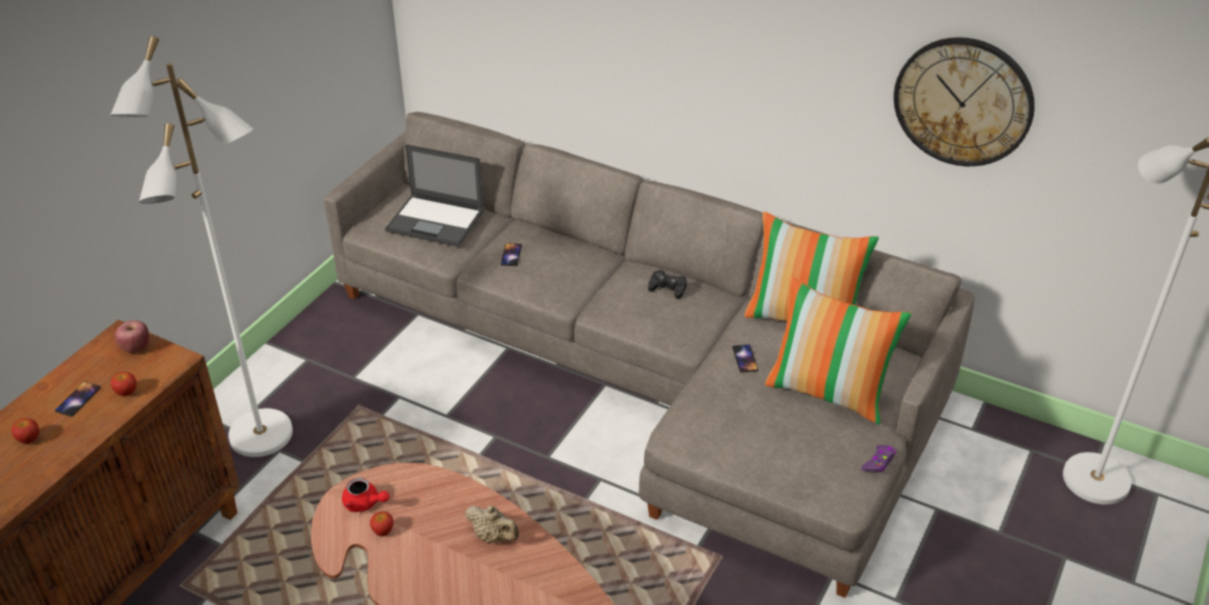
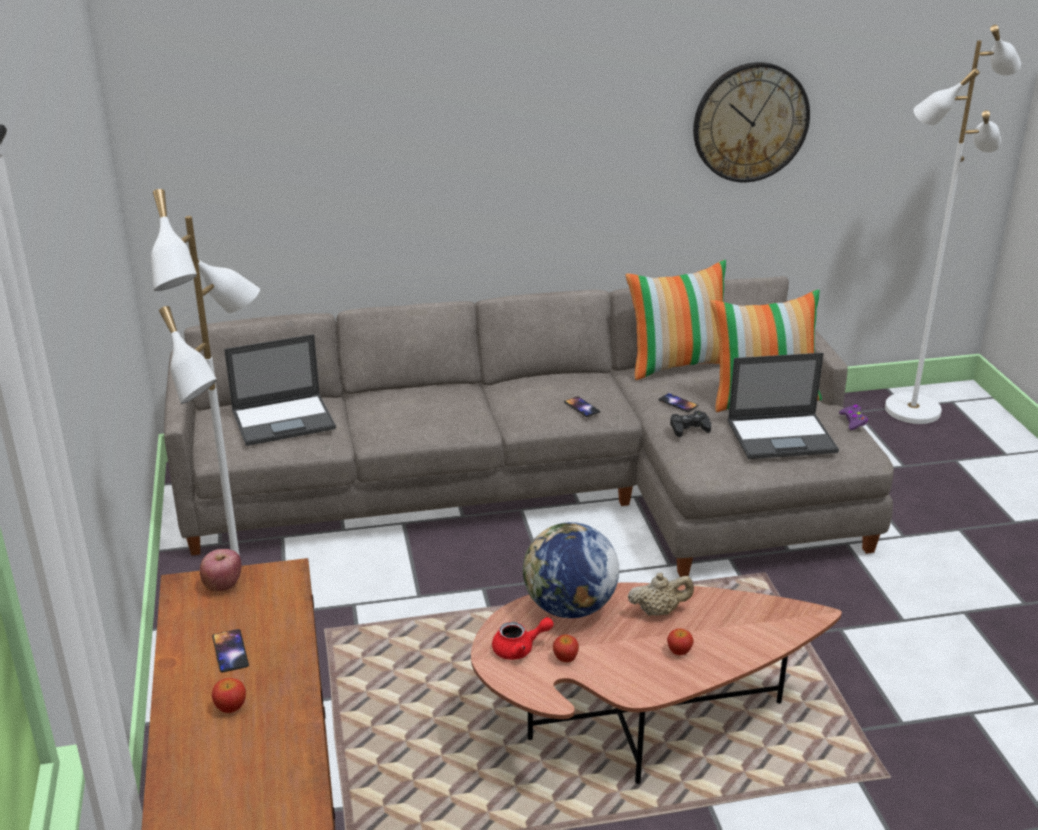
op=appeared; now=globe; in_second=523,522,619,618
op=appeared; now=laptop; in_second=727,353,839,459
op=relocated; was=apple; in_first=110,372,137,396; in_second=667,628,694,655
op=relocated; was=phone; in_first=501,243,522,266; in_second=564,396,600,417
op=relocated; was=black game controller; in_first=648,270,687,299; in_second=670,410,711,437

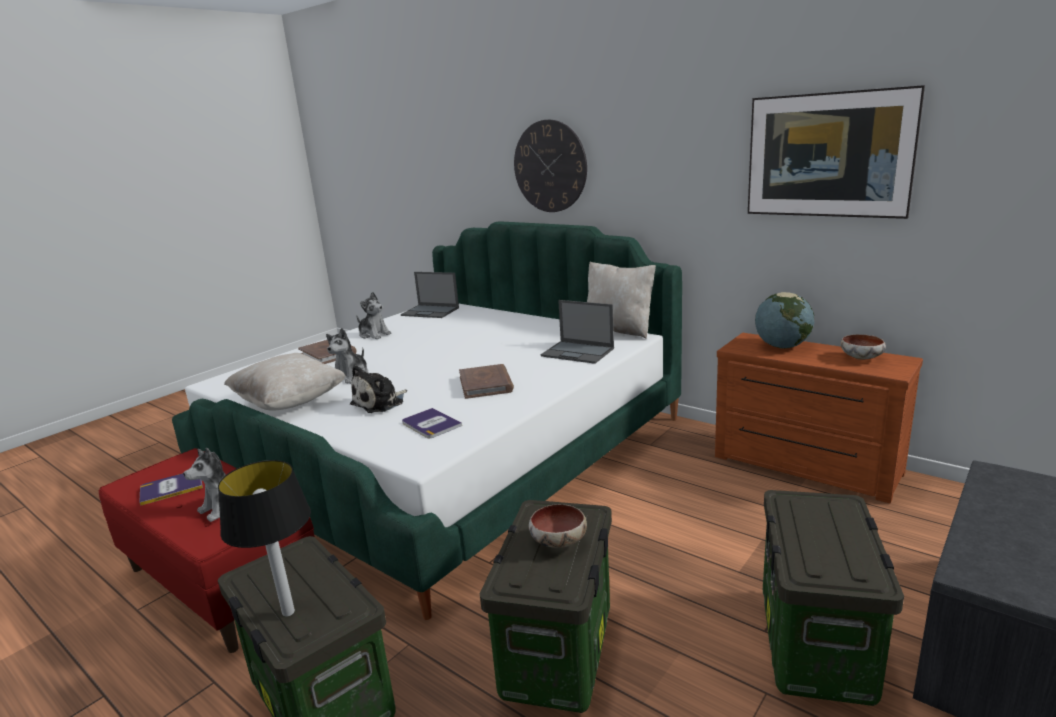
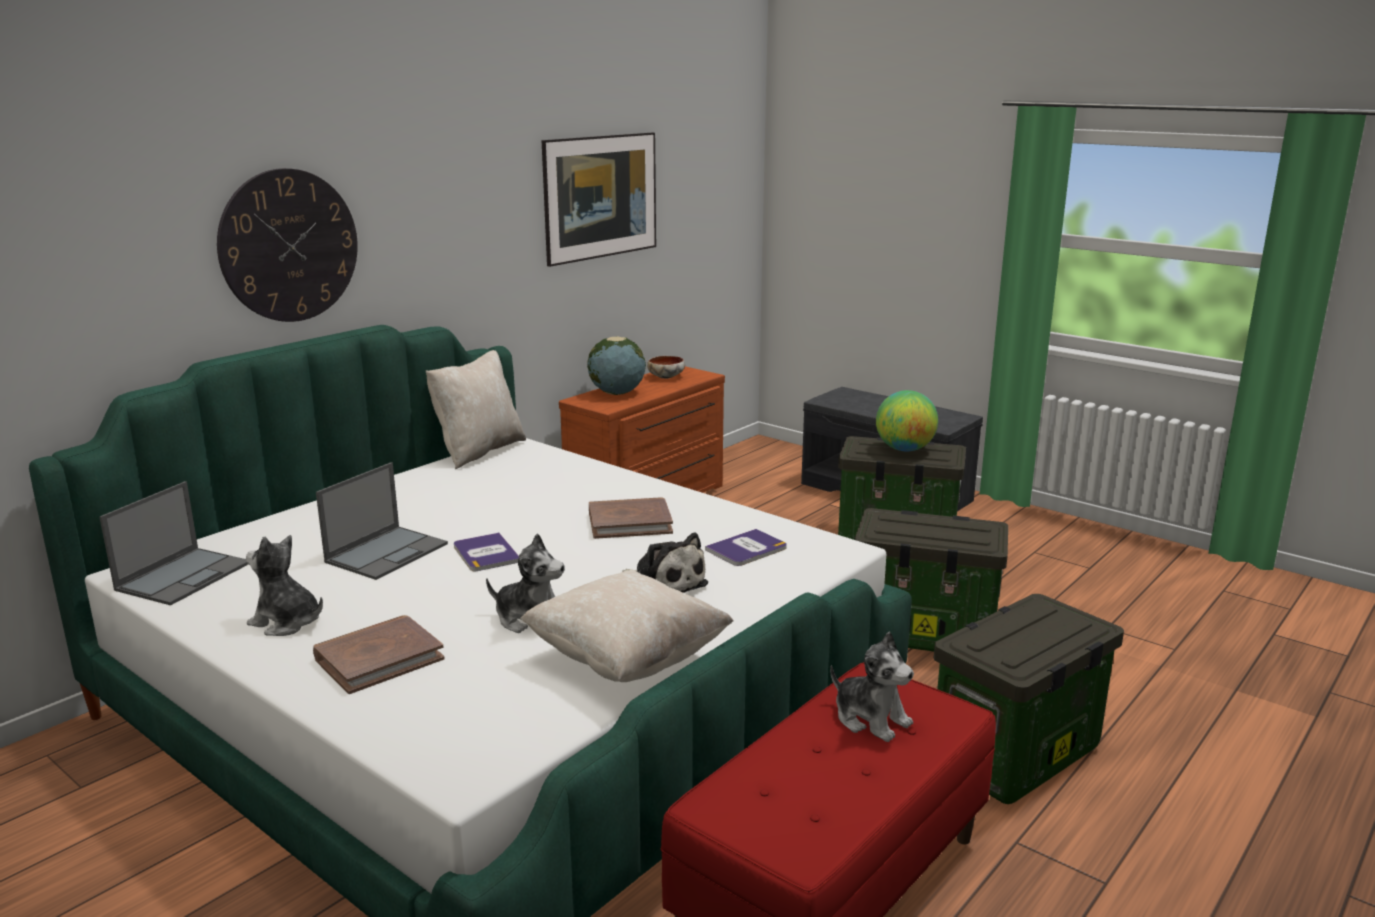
op=missing; was=table lamp; in_first=218,460,311,617
op=missing; was=bowl; in_first=529,504,587,548
op=appeared; now=globe; in_second=876,390,938,451
op=relocated; was=book; in_first=139,473,203,506; in_second=454,533,519,571
op=relocated; was=laptop; in_first=541,300,614,364; in_second=316,462,448,580
op=spun; was=plush toy; in_first=357,292,392,339; in_second=246,535,323,636; clockwise=-105

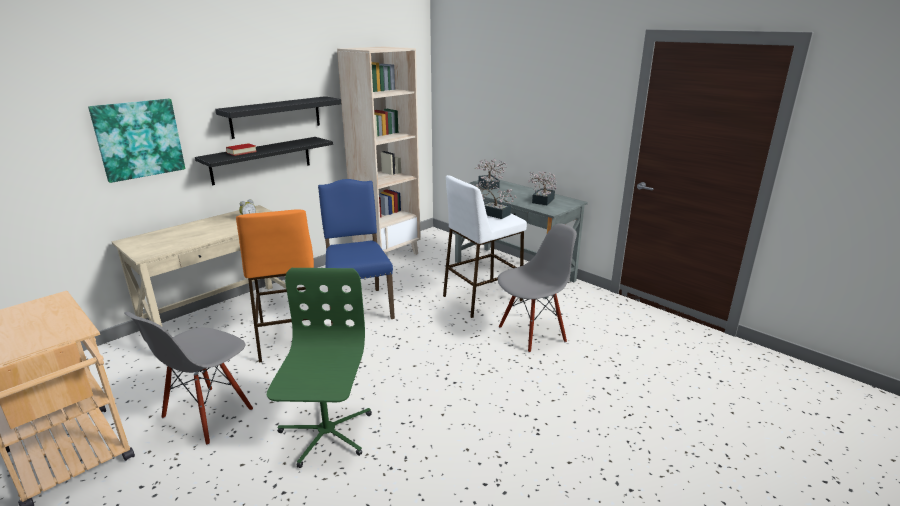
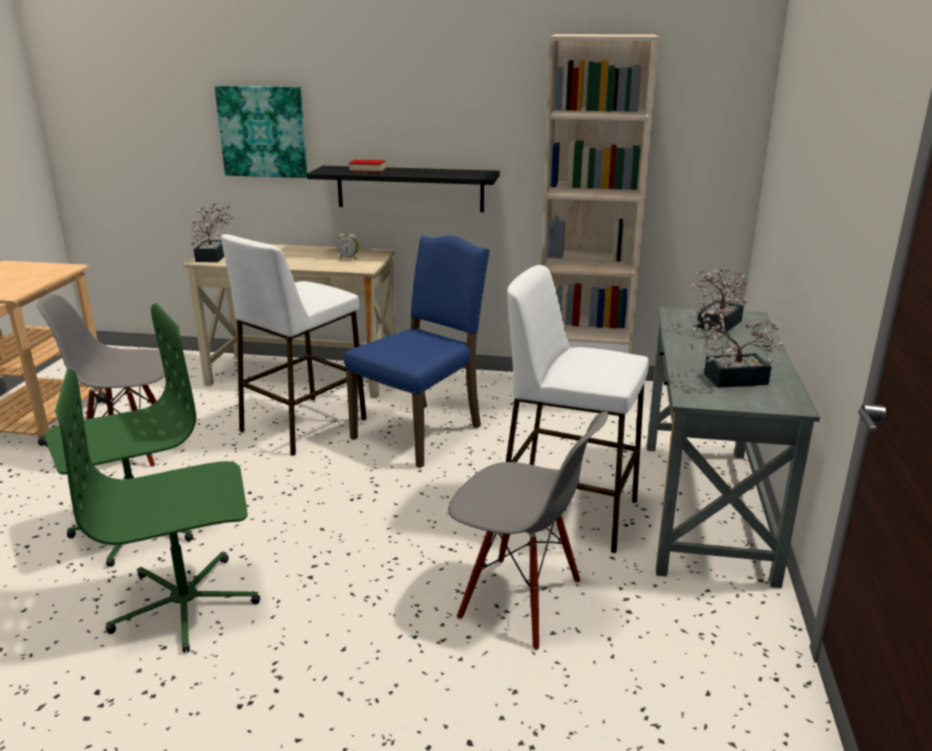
op=missing; was=black shelf; in_first=215,96,341,139
op=appeared; now=green office chair; in_second=55,369,260,653
op=relocated; was=potted plant; in_first=473,175,517,219; in_second=190,203,233,262
op=colour; was=orange stool; now=white stool; in_first=236,210,314,363; in_second=221,234,366,456

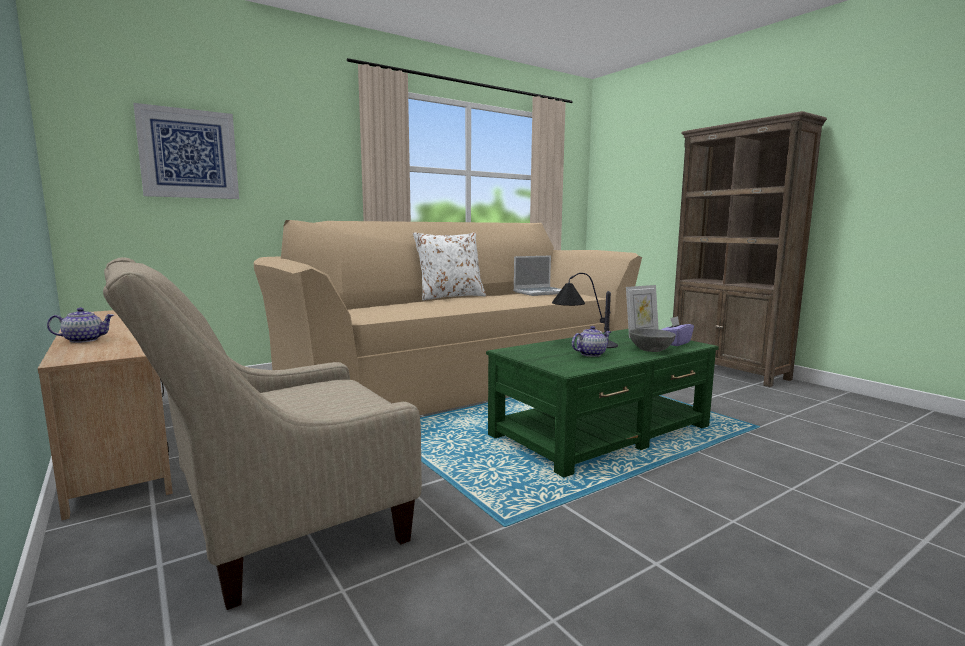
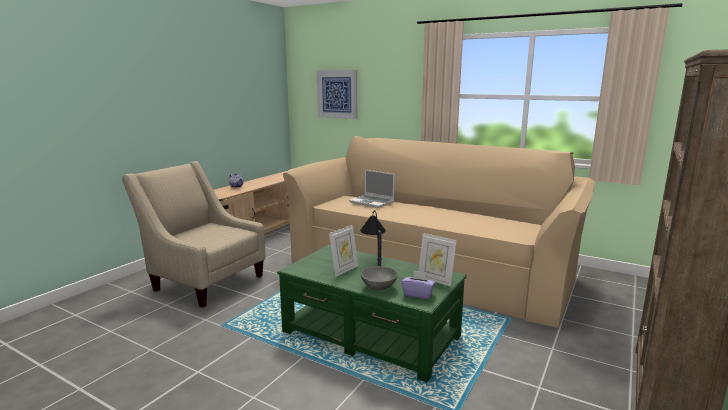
op=missing; was=white pillow; in_first=413,232,487,301
op=relocated; was=laptop; in_first=513,255,561,296; in_second=349,170,395,208
op=exchanged; was=teapot; now=picture frame; in_first=572,326,611,357; in_second=329,225,358,277

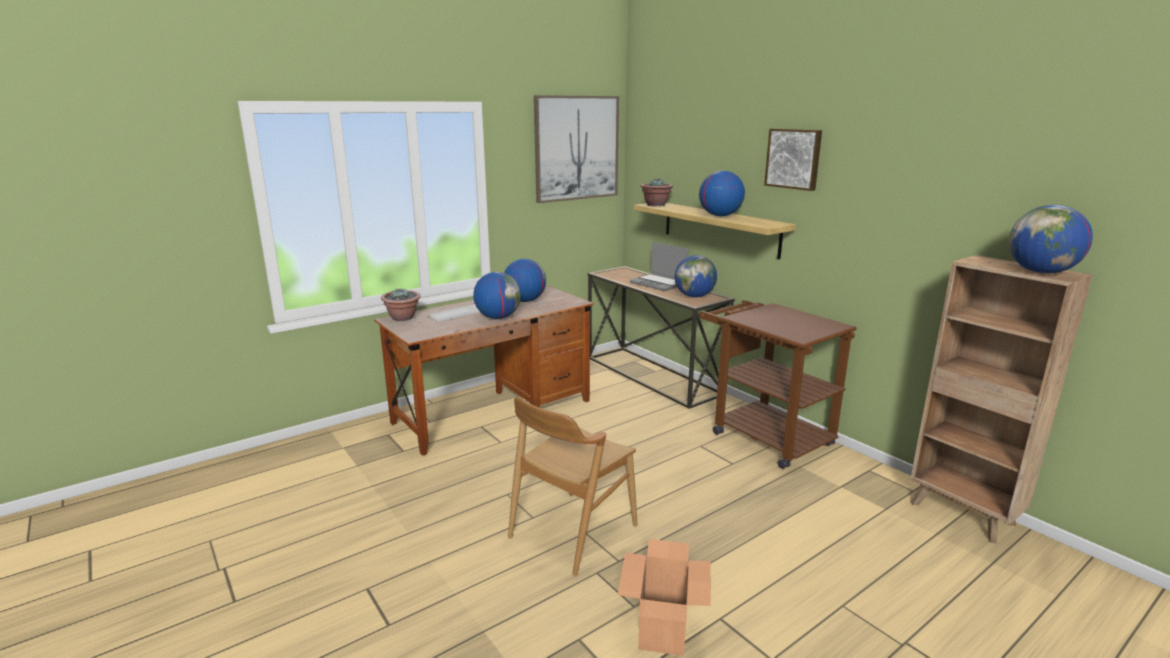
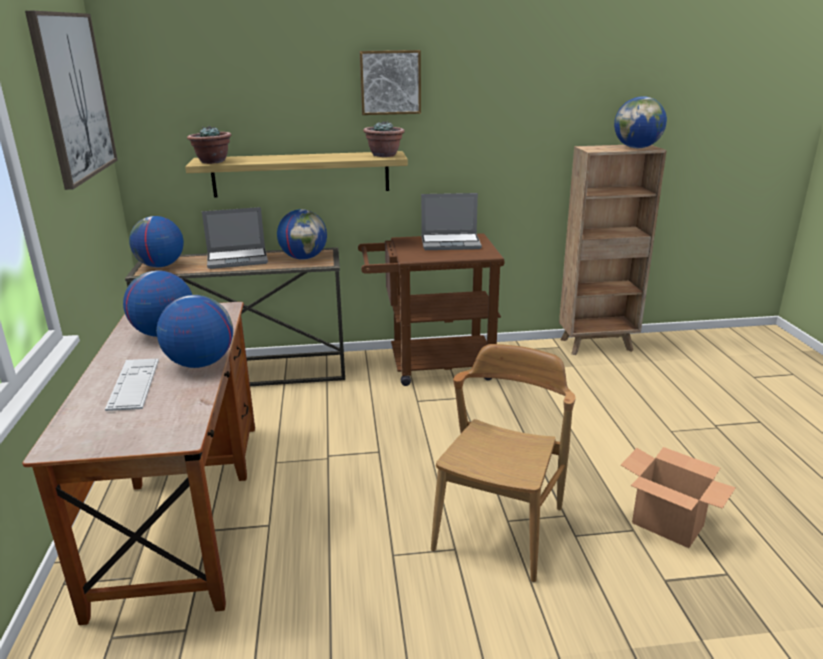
op=appeared; now=laptop; in_second=421,193,482,250
op=relocated; was=potted plant; in_first=381,289,420,321; in_second=363,121,405,157
op=relocated; was=globe; in_first=699,171,745,216; in_second=129,216,184,267
op=spun; was=brown chair; in_first=508,397,637,576; in_second=431,344,576,582; clockwise=-135

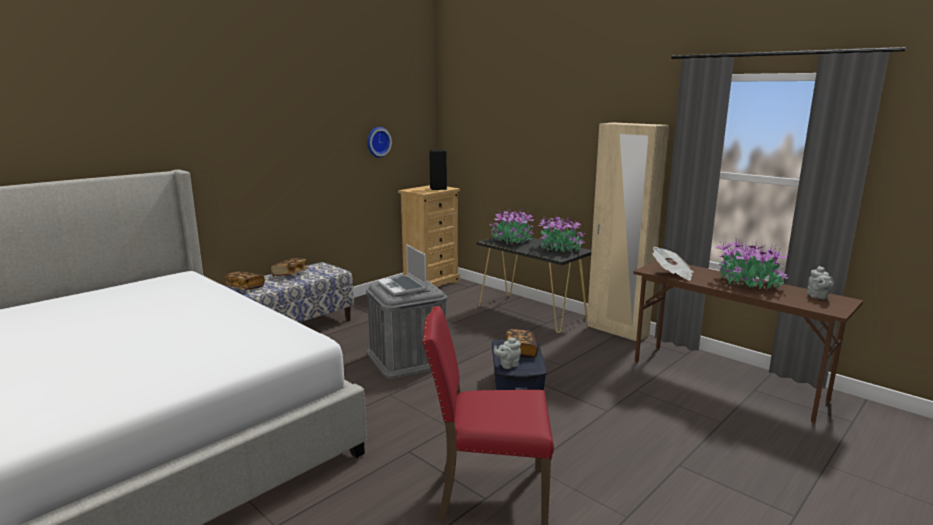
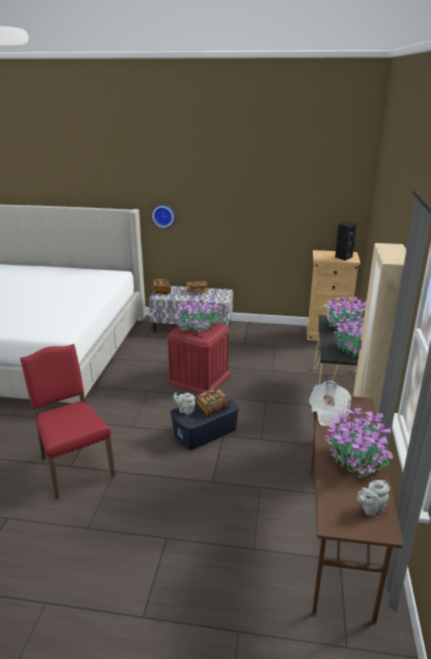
op=relocated; was=wall clock; in_first=367,127,392,158; in_second=152,204,175,228
op=exchanged; was=laptop; now=potted plant; in_first=377,244,427,296; in_second=176,296,220,333
op=colour; was=grey storage box; now=red storage box; in_first=366,280,447,379; in_second=167,323,230,394

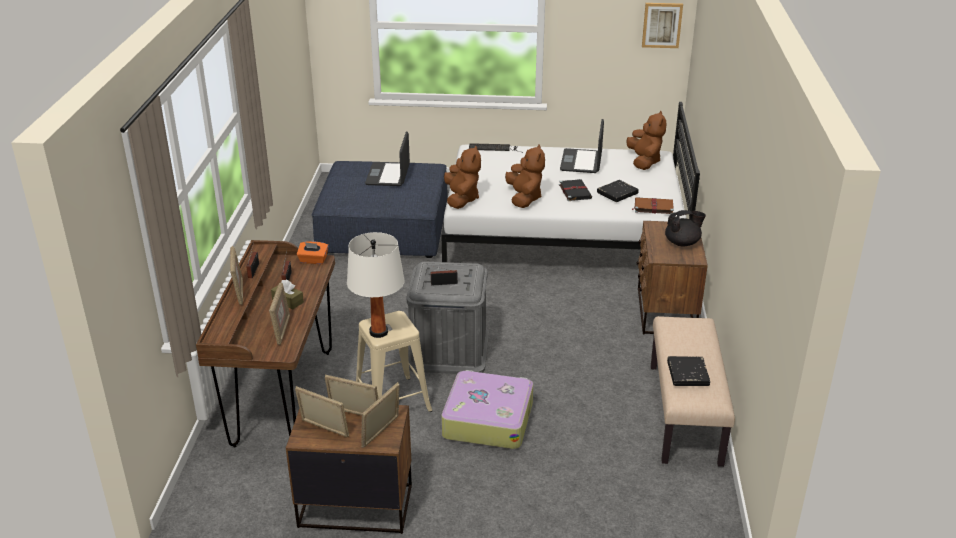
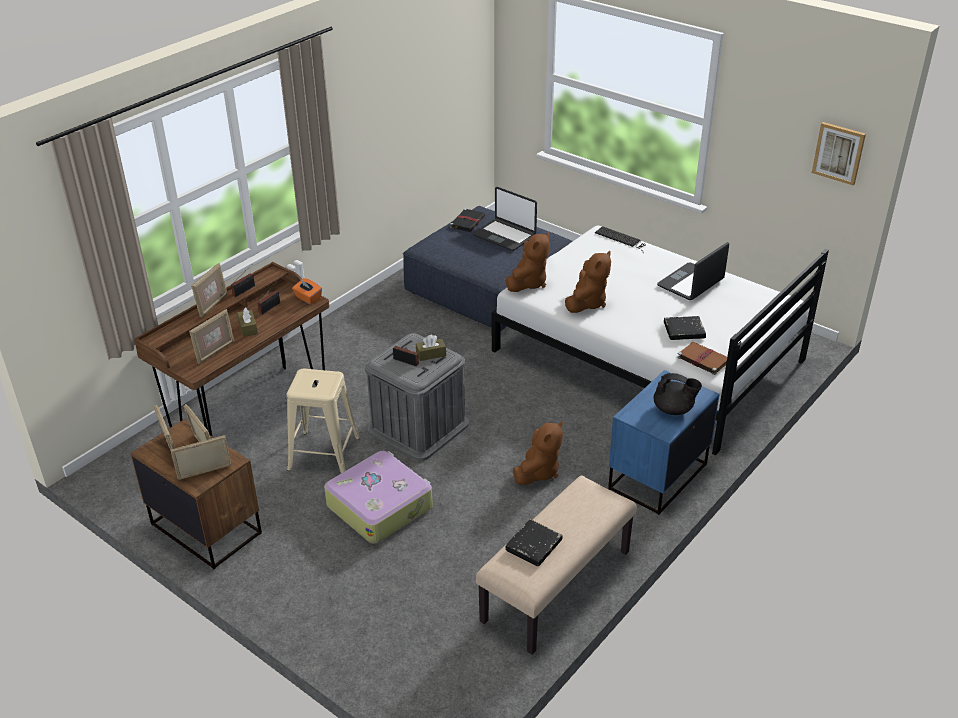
op=missing; was=white table lamp; in_first=347,232,404,338
op=appeared; now=brown tissue box; in_second=416,335,446,361
op=relocated; was=black book; in_first=559,179,592,201; in_second=450,208,486,232
op=relocated; was=brown plush toy; in_first=626,111,667,170; in_second=513,421,563,485
op=colour; was=brown nightstand; now=blue nightstand; in_first=637,221,708,334; in_second=608,370,719,515
op=spun; was=laptop; in_first=365,131,410,186; in_second=473,187,537,251; clockwise=-90

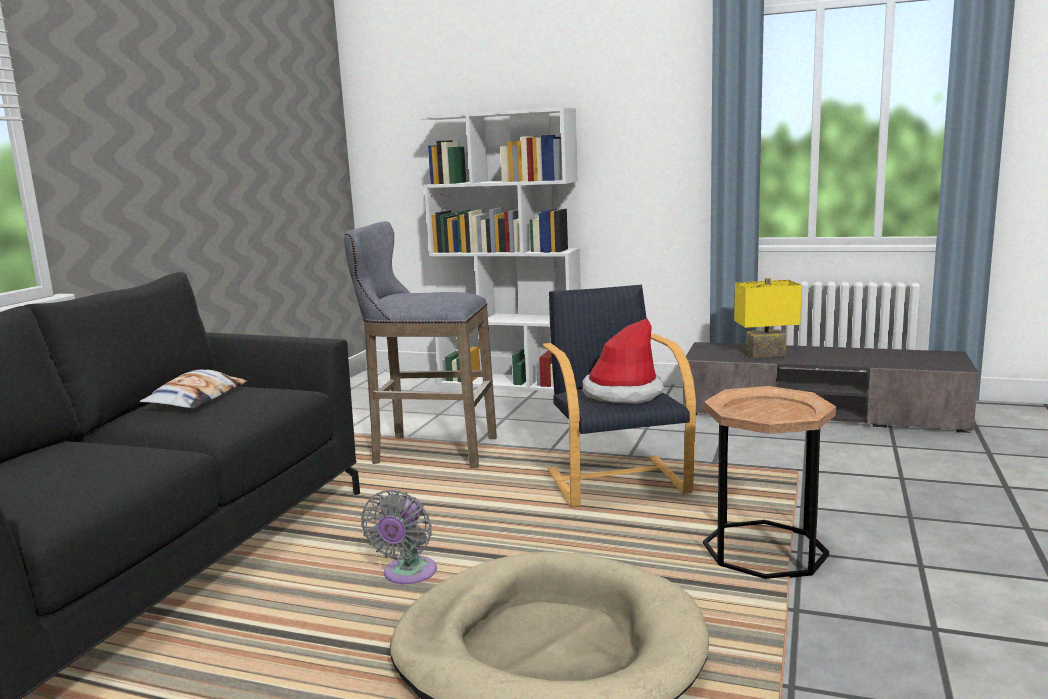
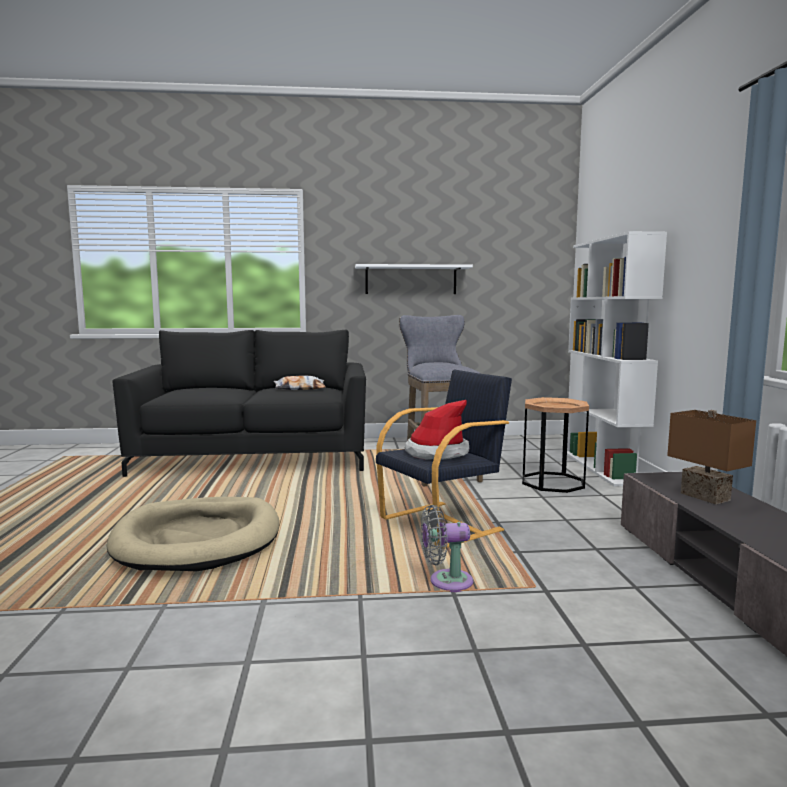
op=appeared; now=white shelf; in_second=355,264,473,294
op=relocated; was=grey fan; in_first=361,489,437,584; in_second=421,505,473,592
op=relocated; was=brown side table; in_first=703,386,836,579; in_second=522,397,589,493
op=colour; was=yellow table lamp; now=brown table lamp; in_first=734,278,802,358; in_second=667,410,756,504

